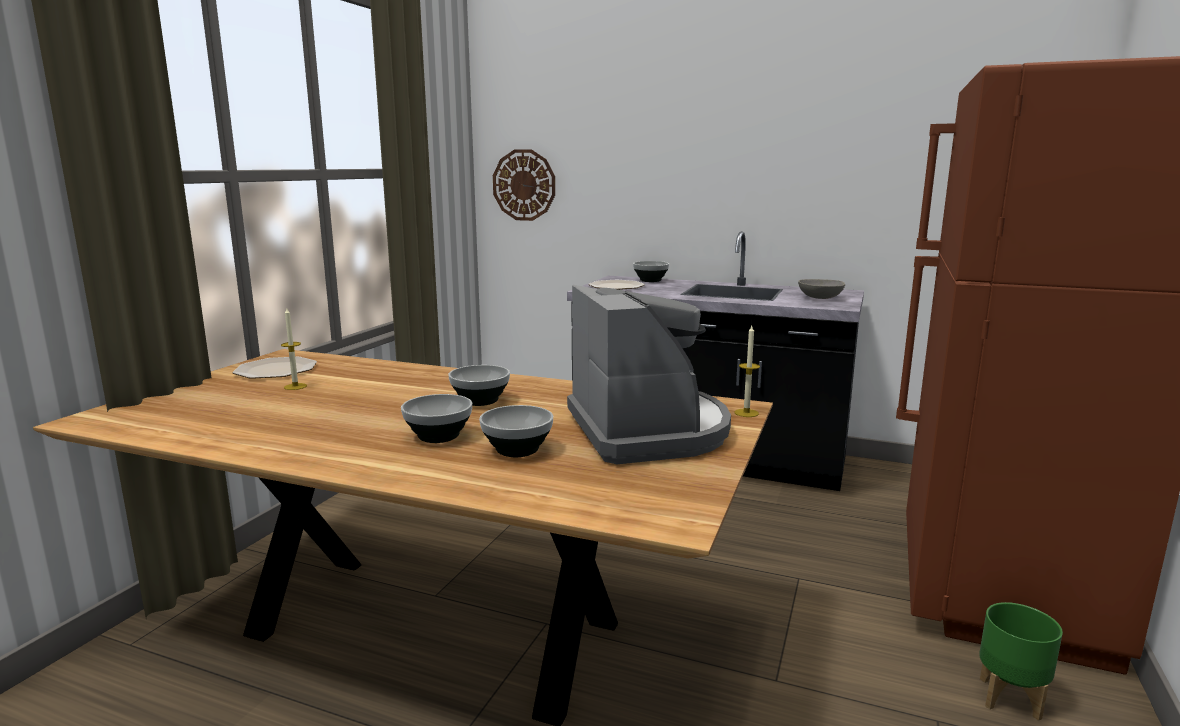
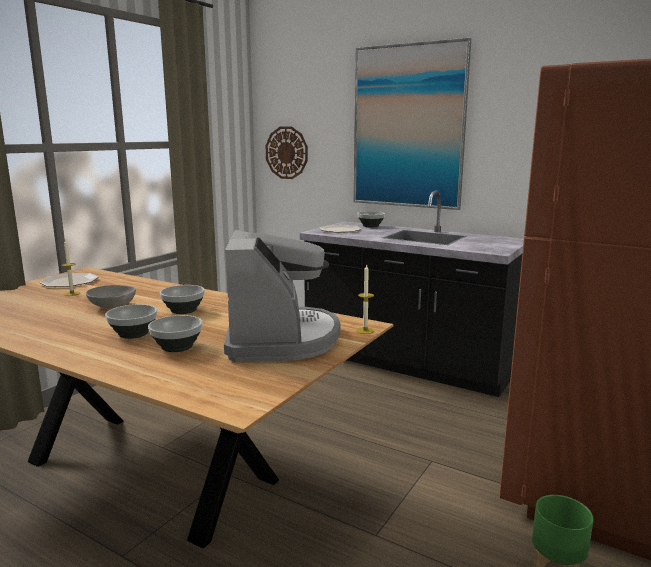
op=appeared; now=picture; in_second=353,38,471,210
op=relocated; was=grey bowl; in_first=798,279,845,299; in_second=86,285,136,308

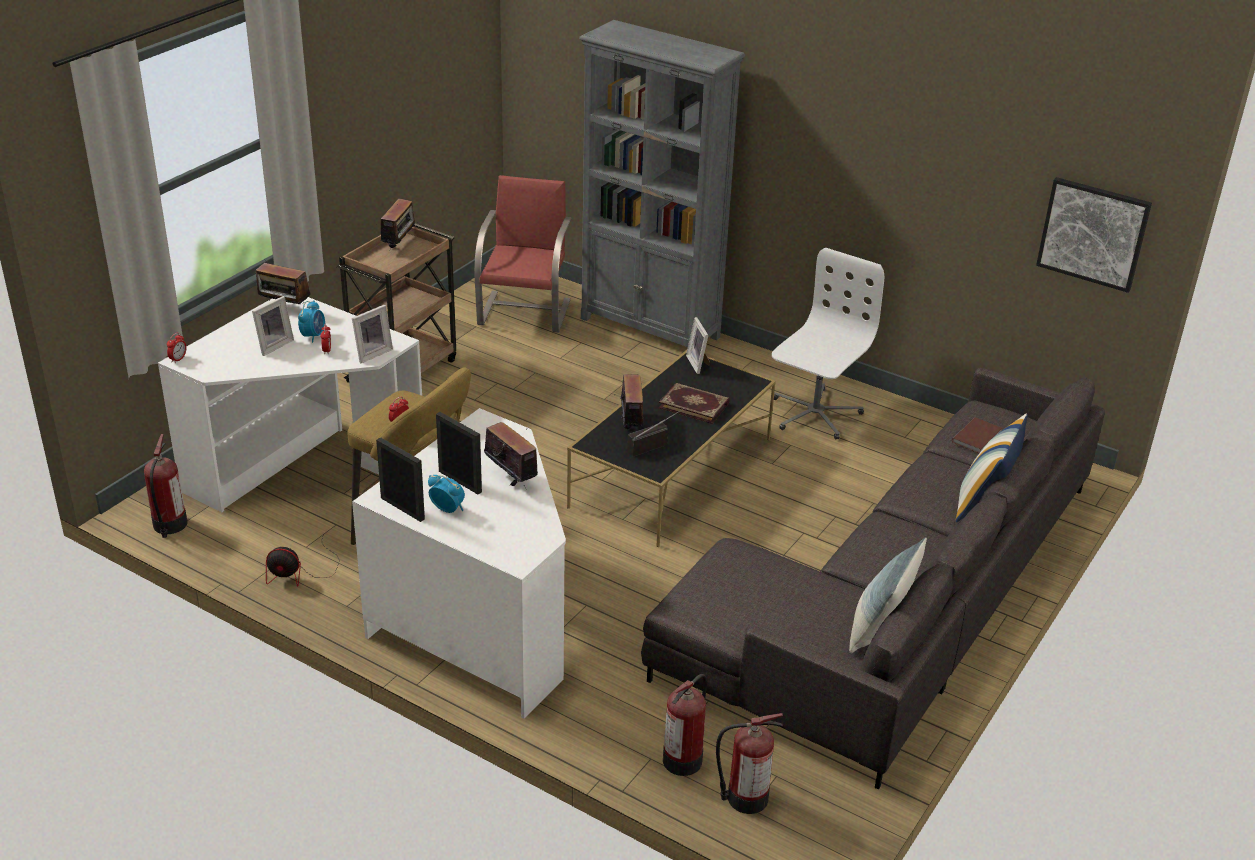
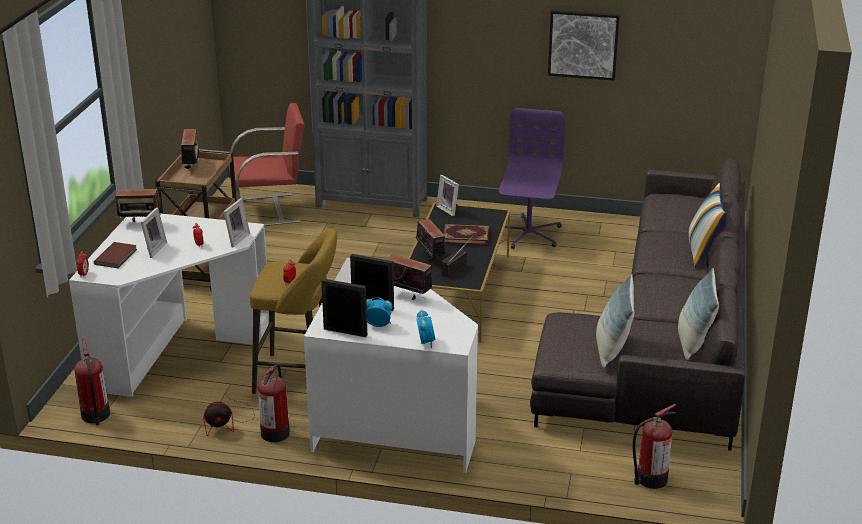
op=appeared; now=pillow; in_second=596,274,634,368
op=relocated; was=alarm clock; in_first=298,300,325,343; in_second=416,309,436,348
op=relocated; was=fire extinguisher; in_first=663,674,707,776; in_second=258,364,290,442
op=relocated; was=brown book; in_first=952,417,1002,453; in_second=94,242,137,268
op=relocated; was=picture; in_first=1036,177,1152,293; in_second=548,10,620,81
op=colour; was=white office chair; now=purple office chair; in_first=772,248,884,439; in_second=499,108,565,249
op=spun; was=red chair; in_first=474,175,572,333; in_second=228,103,305,226; clockwise=90

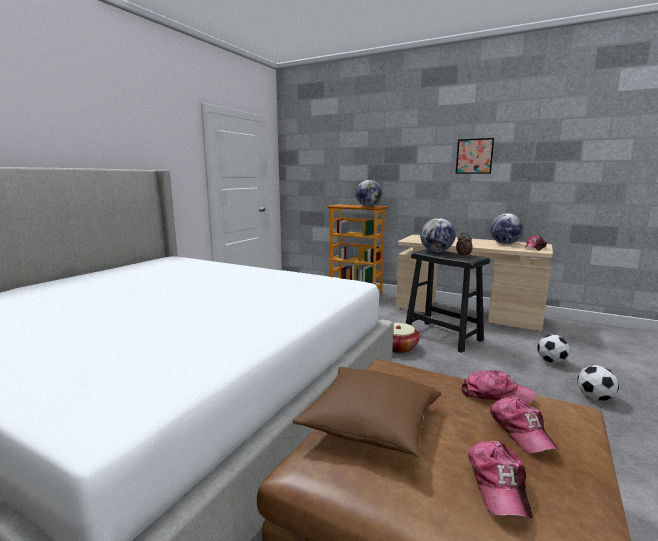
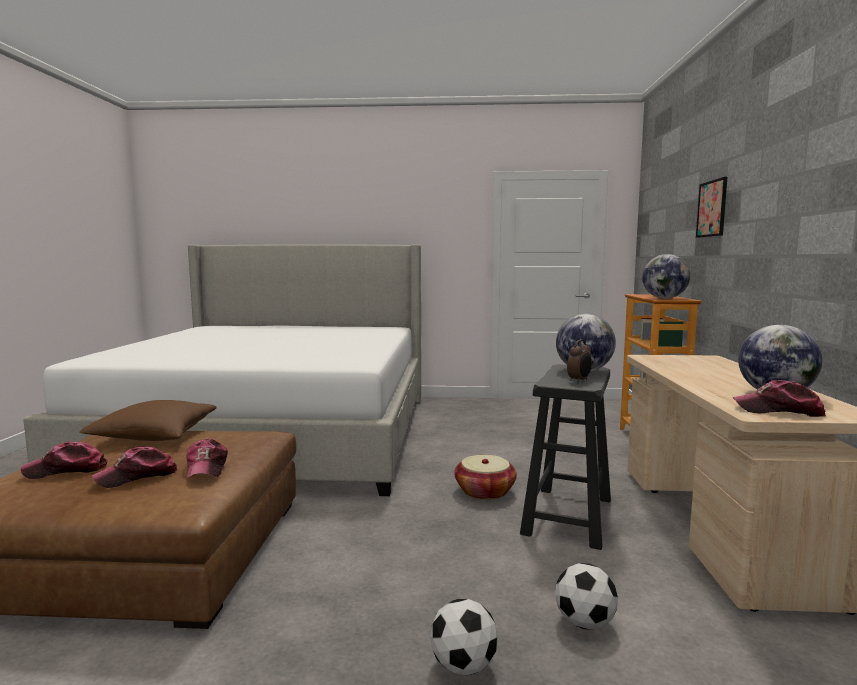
op=relocated; was=picture; in_first=456,138,494,174; in_second=696,177,727,238

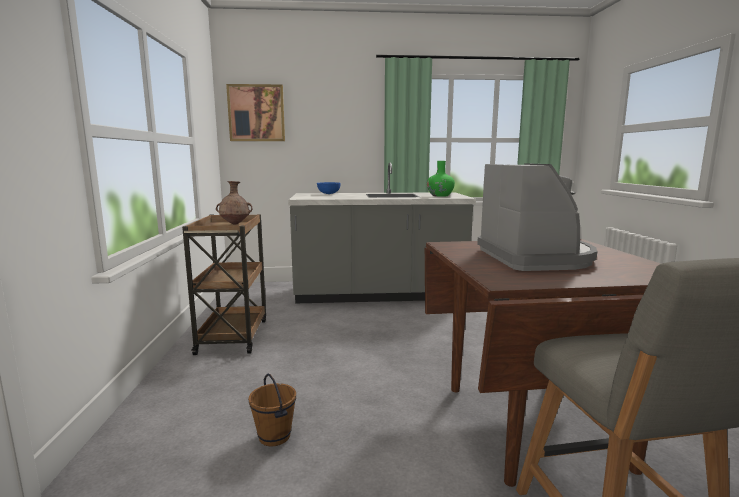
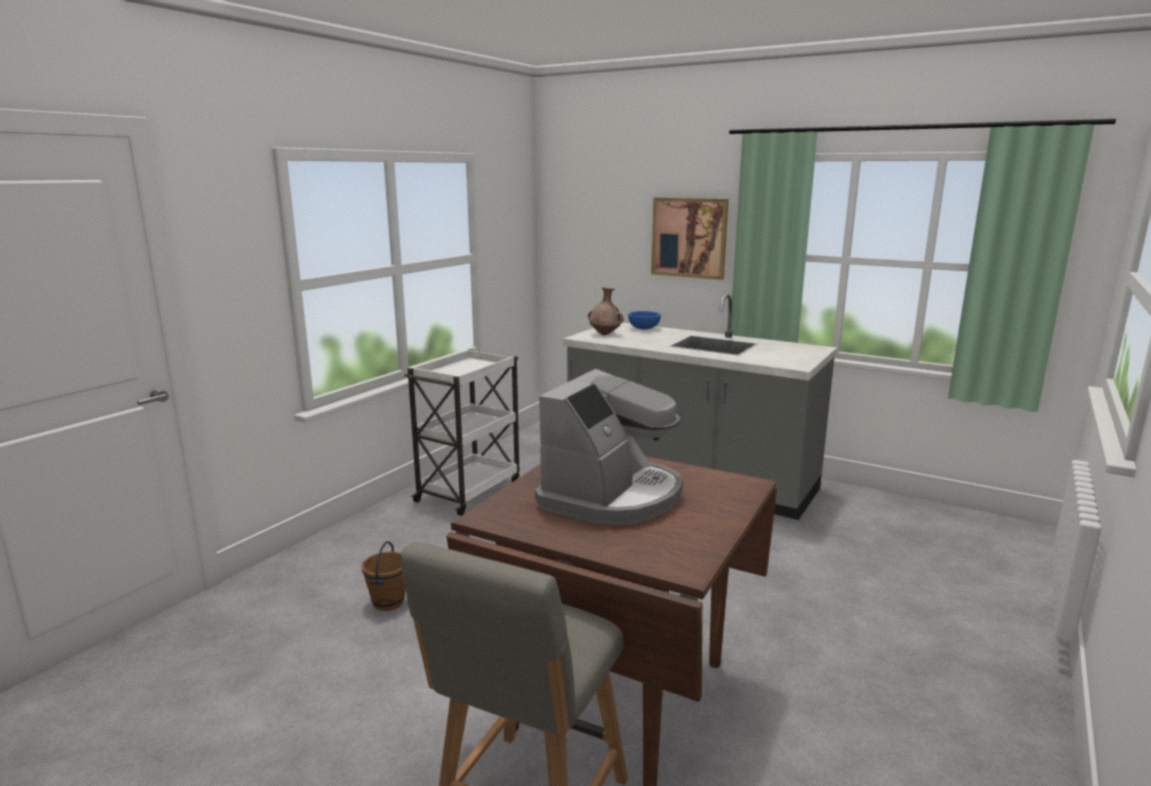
op=missing; was=green vase; in_first=427,161,455,197
op=relocated; was=brown vase; in_first=216,181,253,225; in_second=588,288,623,335
op=relocated; was=picture; in_first=226,84,285,141; in_second=651,197,729,280
op=colour; was=brown cart; now=white cart; in_first=182,214,266,355; in_second=404,349,520,516

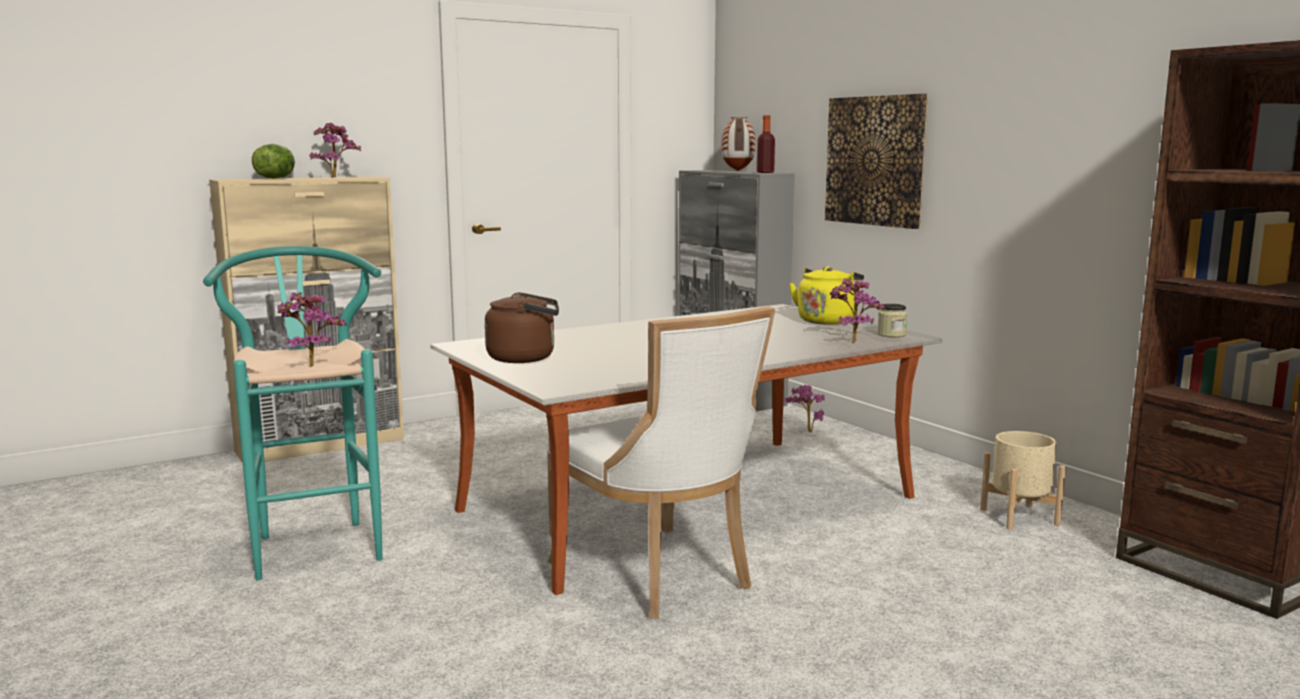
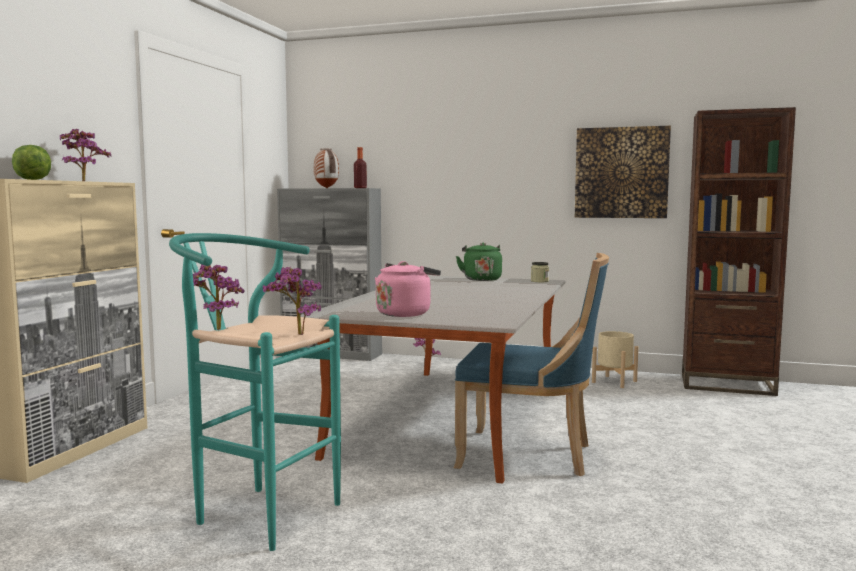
op=relocated; was=picture; in_first=825,94,928,229; in_second=575,126,671,218
op=relocated; was=potted plant; in_first=830,278,885,343; in_second=193,264,245,330
op=colour; was=brown kettle; now=pink kettle; in_first=485,292,559,363; in_second=375,261,441,317
op=colour; was=white chair; now=blue chair; in_first=547,306,775,619; in_second=454,253,609,476
op=colour; was=yellow kettle; now=green kettle; in_first=789,266,864,325; in_second=456,243,502,281

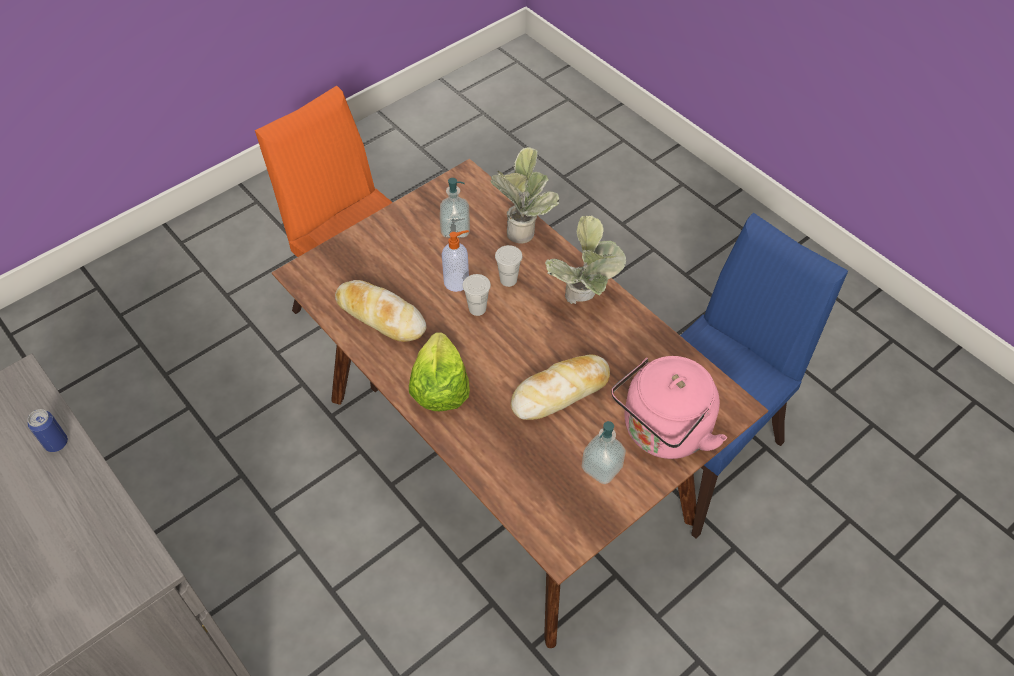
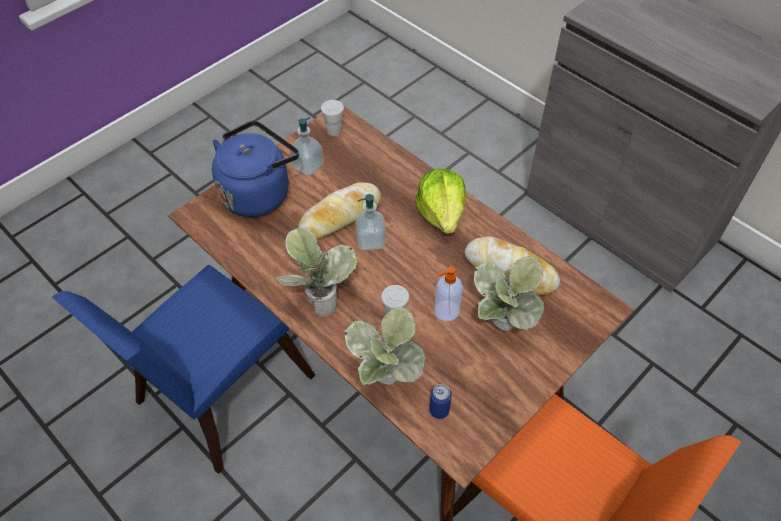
op=appeared; now=potted plant; in_second=474,256,544,331
op=relocated; was=can; in_first=27,409,68,452; in_second=429,384,452,419
op=relocated; was=soap dispenser; in_first=440,178,470,238; in_second=355,194,386,250
op=relocated; was=white cup; in_first=463,274,491,316; in_second=321,100,344,136
op=colour; was=pink kettle; now=blue kettle; in_first=611,356,727,459; in_second=212,121,299,217

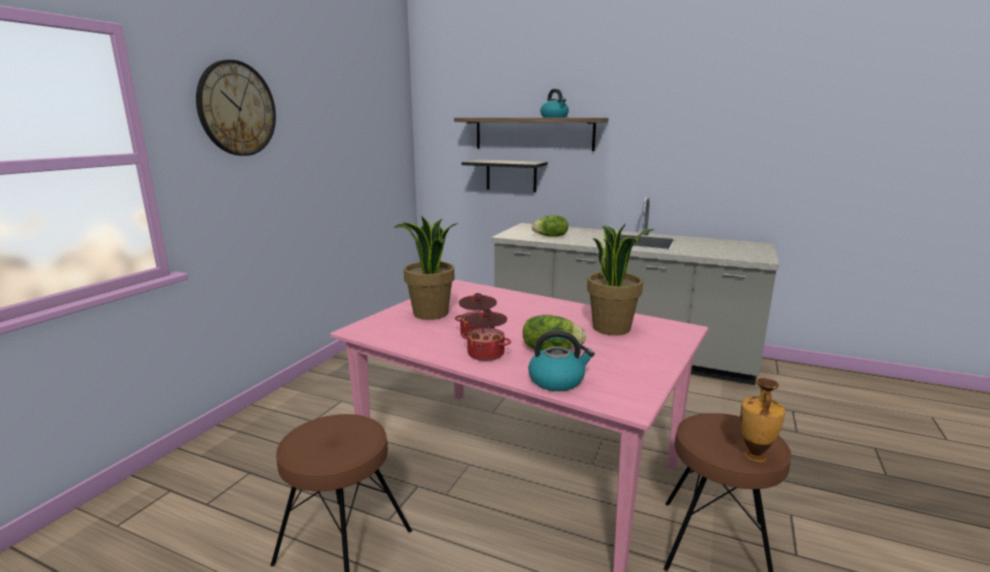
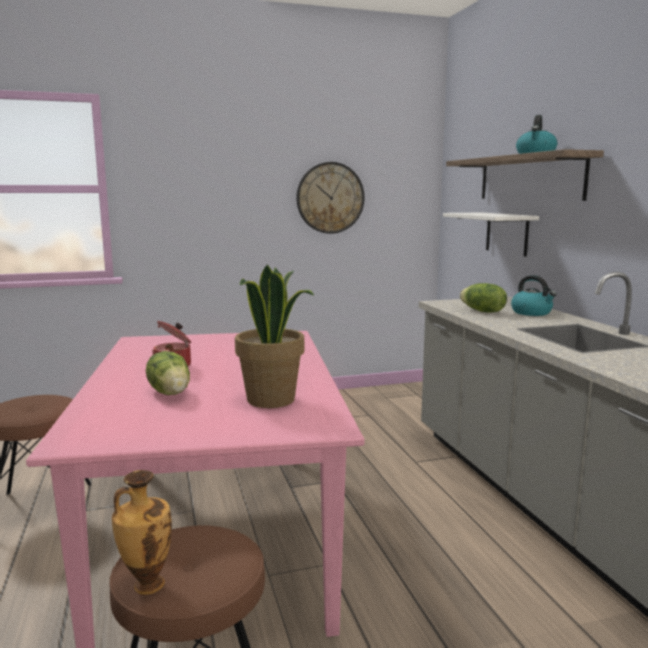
op=missing; was=potted plant; in_first=393,217,458,320
op=missing; was=cooking pot; in_first=462,309,511,361
op=relocated; was=wall clock; in_first=196,60,276,156; in_second=296,162,365,234
op=relocated; was=kettle; in_first=528,330,595,391; in_second=511,275,557,316
op=colour; was=black shelf; now=white shelf; in_first=462,160,548,192; in_second=443,213,539,257

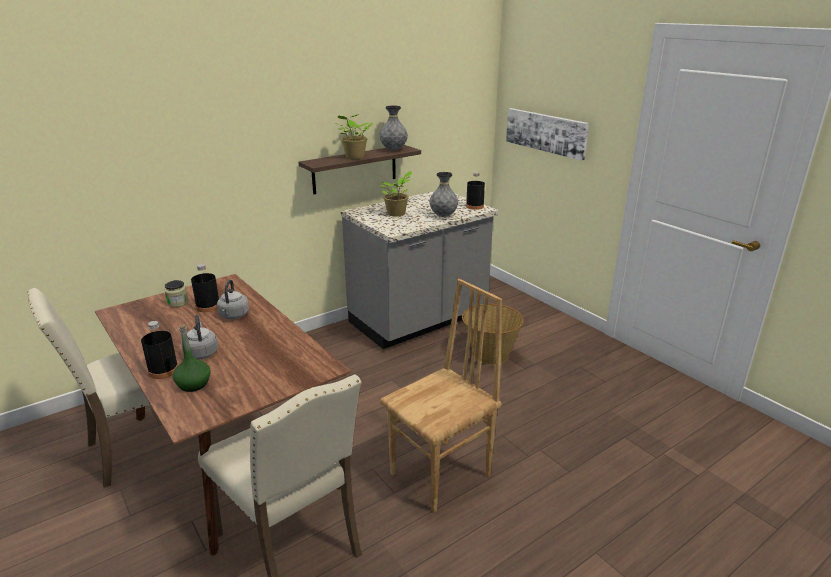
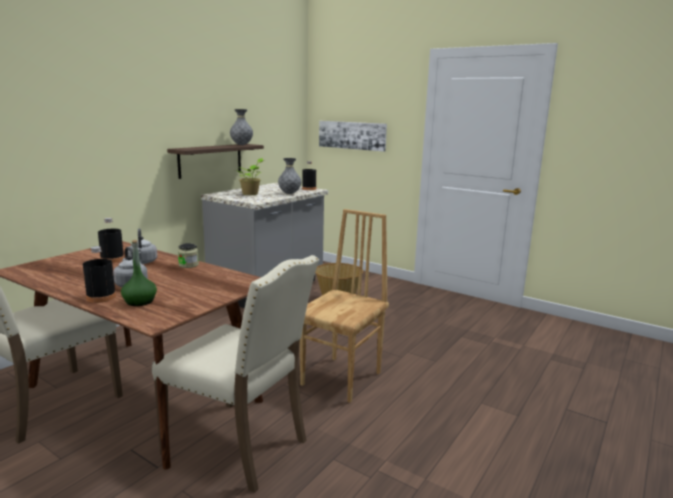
op=missing; was=potted plant; in_first=334,114,373,159
op=relocated; was=jar; in_first=164,280,188,307; in_second=178,243,199,268

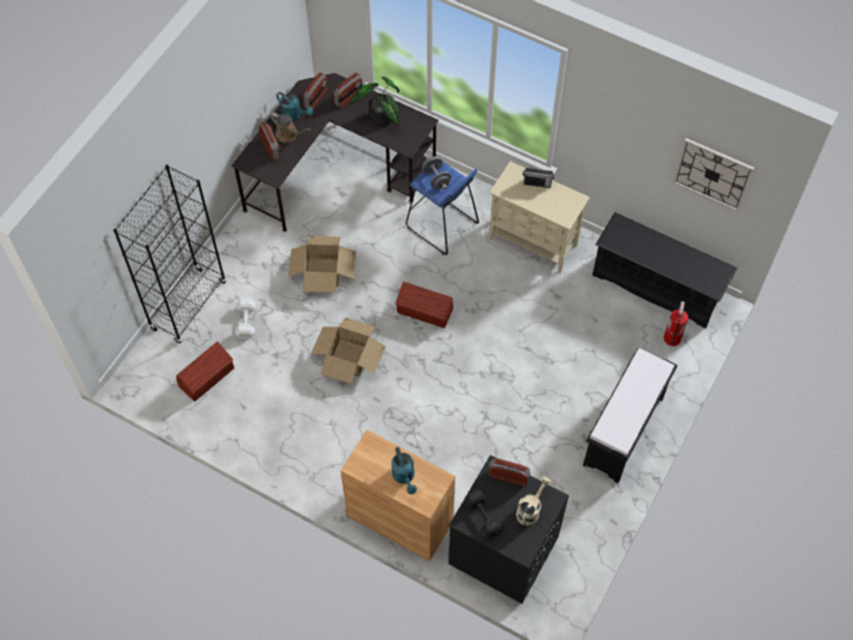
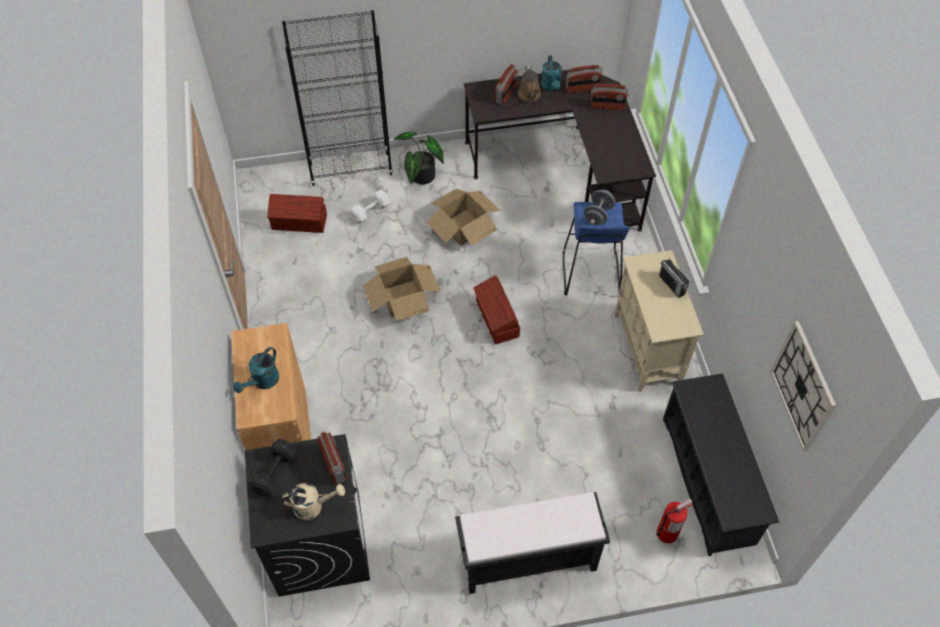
op=relocated; was=potted plant; in_first=351,77,400,127; in_second=393,132,444,184

